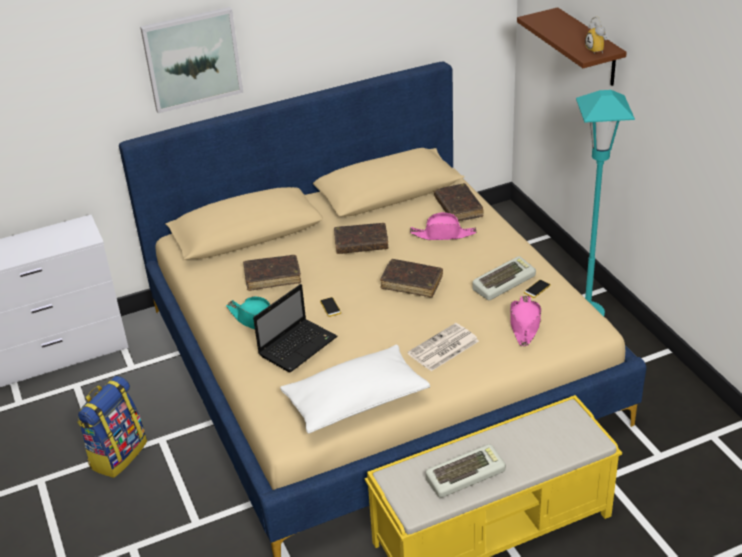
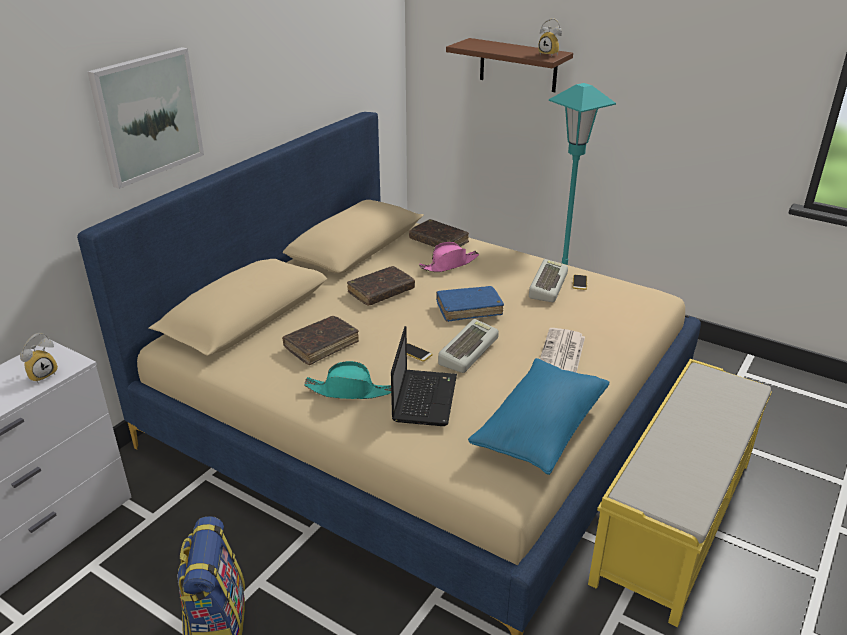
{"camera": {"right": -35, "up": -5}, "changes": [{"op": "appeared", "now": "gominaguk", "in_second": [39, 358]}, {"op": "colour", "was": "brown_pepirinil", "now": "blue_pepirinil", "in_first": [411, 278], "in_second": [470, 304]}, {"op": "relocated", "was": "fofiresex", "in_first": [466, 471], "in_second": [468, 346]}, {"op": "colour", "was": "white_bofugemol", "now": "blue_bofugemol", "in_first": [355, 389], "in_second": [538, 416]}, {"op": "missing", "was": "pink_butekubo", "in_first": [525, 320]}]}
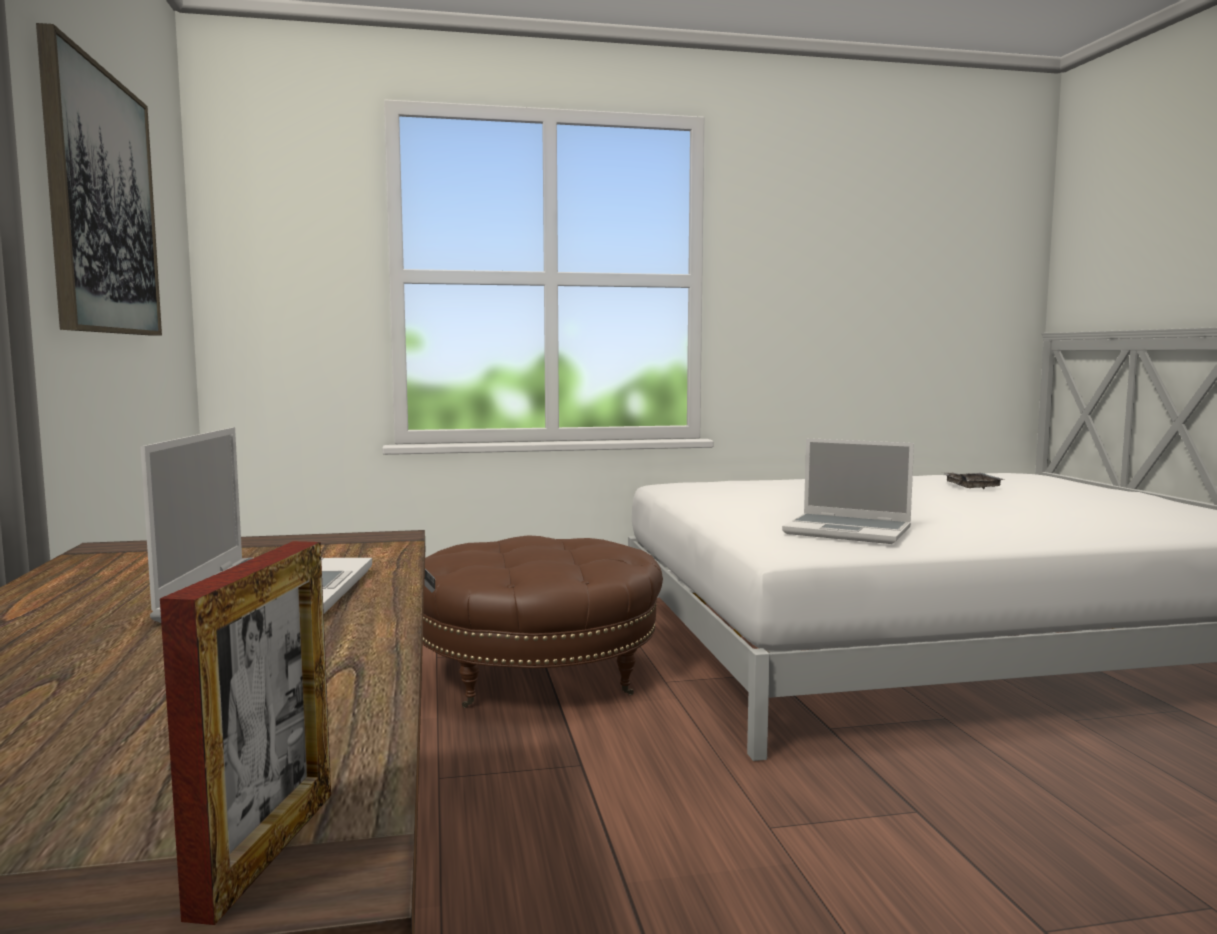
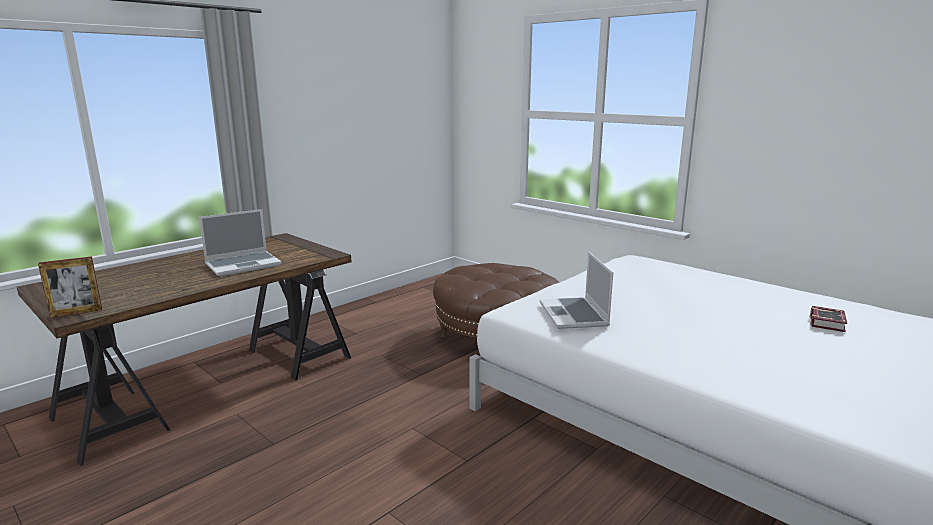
{"camera": {"right": 55, "up": 10}, "changes": [{"op": "exchanged", "was": "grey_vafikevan", "now": "pepirinil", "in_first": [974, 480], "in_second": [828, 319]}, {"op": "missing", "was": "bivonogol", "in_first": [99, 179]}]}
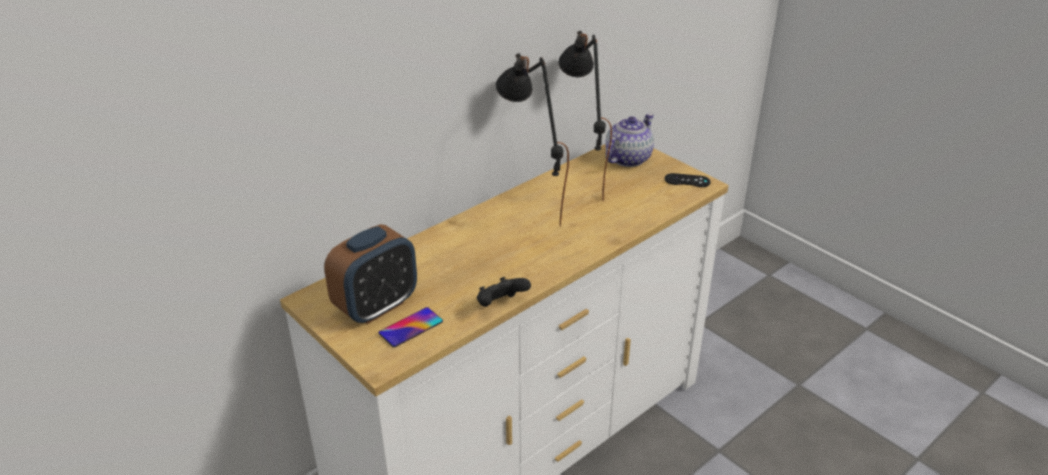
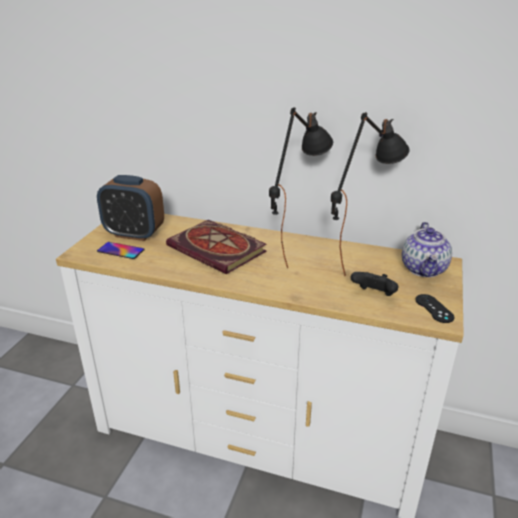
{"camera": {"right": 60, "up": -5}, "changes": [{"op": "appeared", "now": "pepirinil", "in_second": [216, 247]}, {"op": "relocated", "was": "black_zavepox", "in_first": [504, 292], "in_second": [374, 284]}, {"op": "spun", "was": "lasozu", "in_first": [629, 140], "in_second": [427, 249], "clockwise": 90}]}
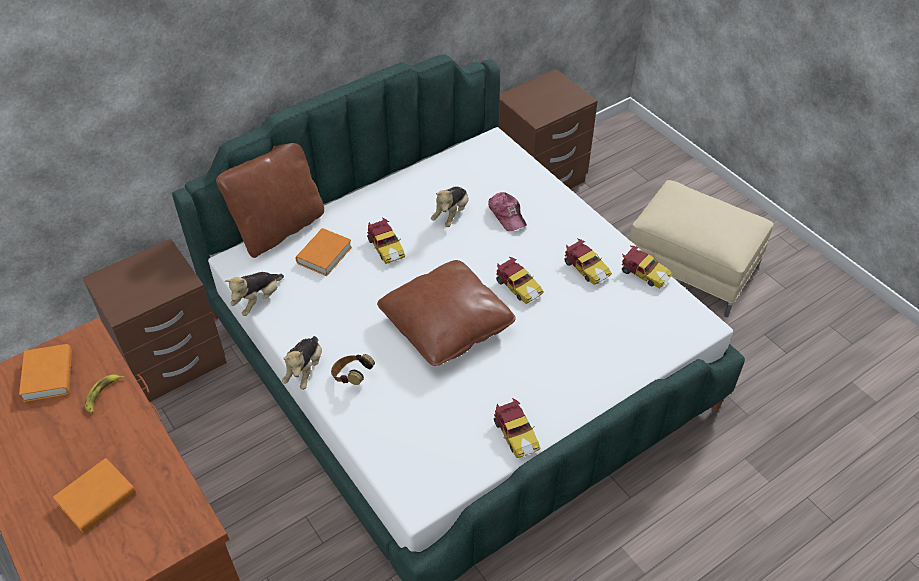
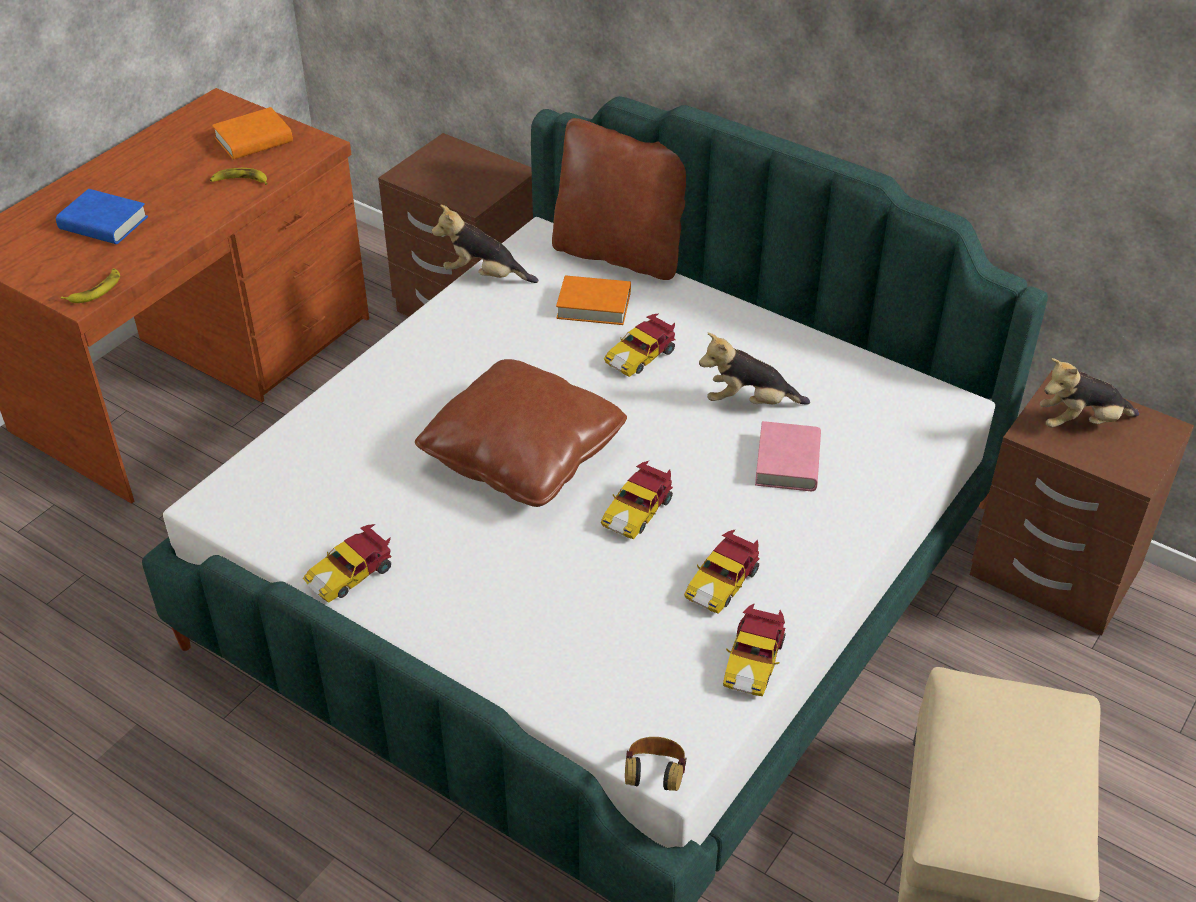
{"camera": {"right": 70, "up": -5}, "changes": [{"op": "colour", "was": "orange_pepirinil", "now": "blue_pepirinil", "in_first": [94, 495], "in_second": [102, 216]}, {"op": "appeared", "now": "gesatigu", "in_second": [90, 285]}, {"op": "relocated", "was": "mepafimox", "in_first": [353, 369], "in_second": [655, 764]}, {"op": "exchanged", "was": "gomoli", "now": "pink_pepirinil", "in_first": [507, 211], "in_second": [788, 456]}, {"op": "relocated", "was": "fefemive", "in_first": [302, 363], "in_second": [1089, 393]}]}
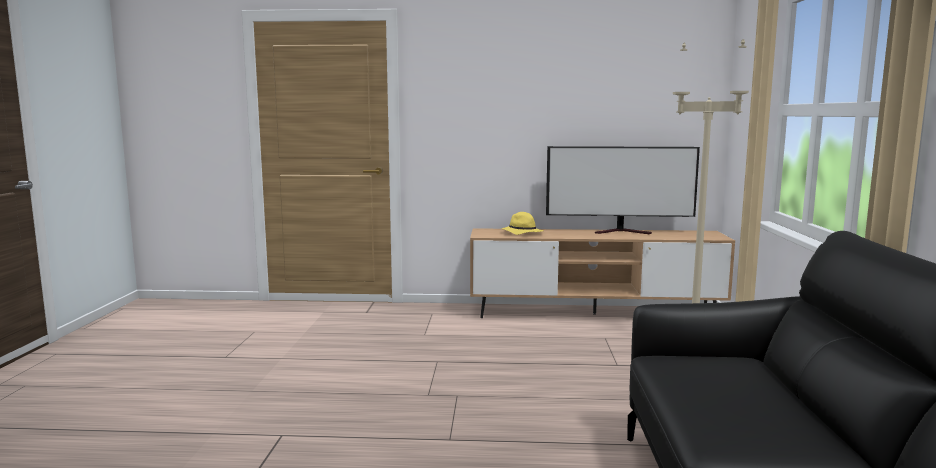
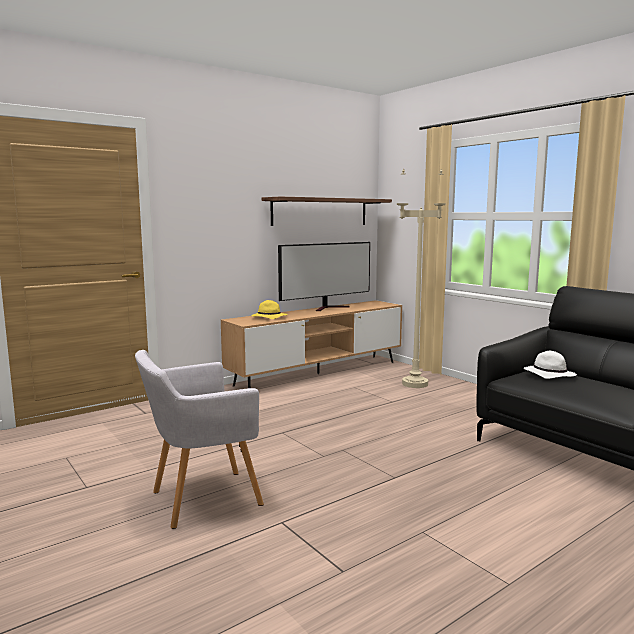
{"camera": {"right": -40, "up": 0}, "changes": [{"op": "appeared", "now": "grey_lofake", "in_second": [199, 439]}, {"op": "appeared", "now": "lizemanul", "in_second": [327, 211]}, {"op": "appeared", "now": "white_butekubo", "in_second": [550, 365]}]}
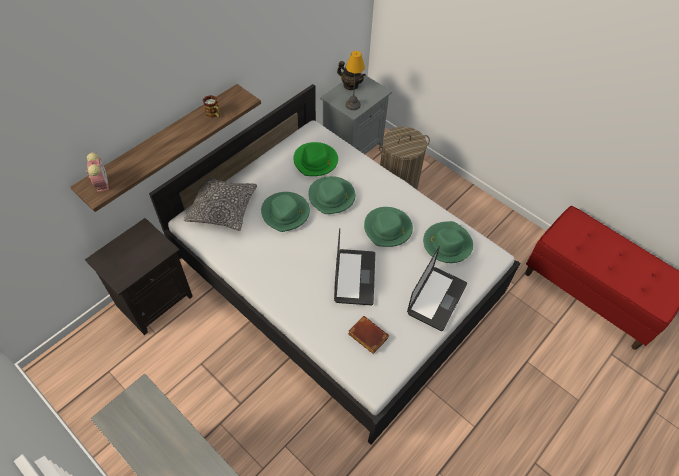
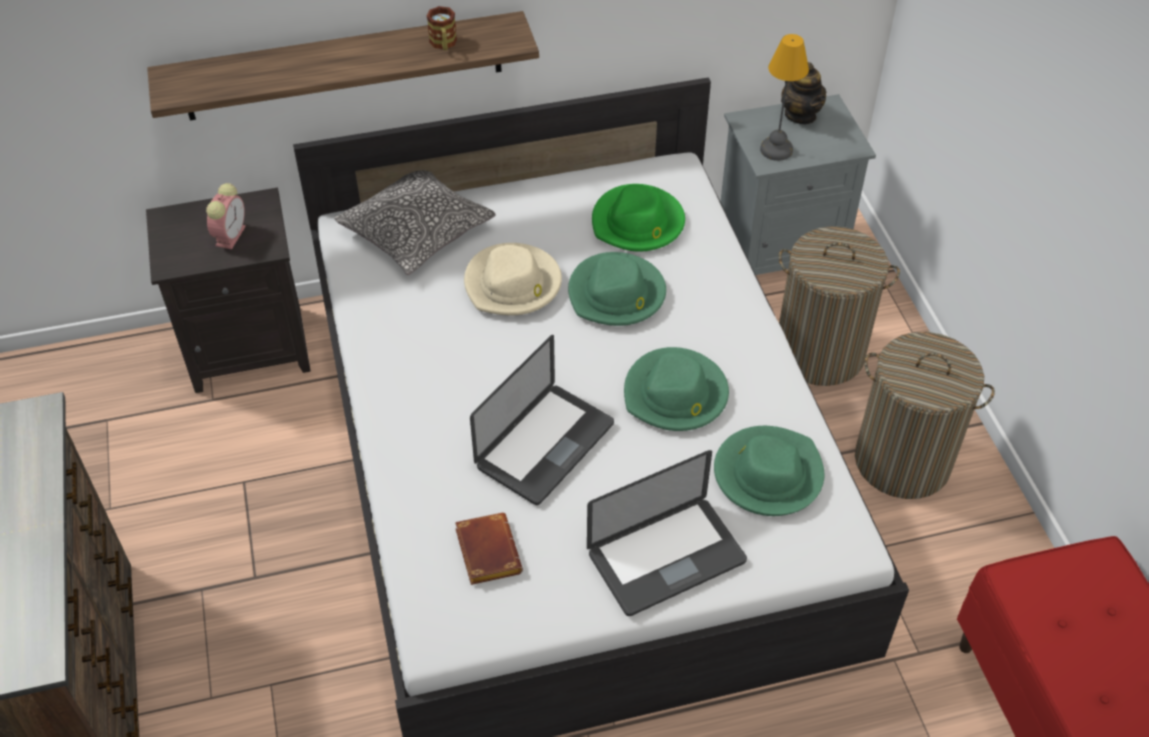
{"camera": {"right": 35, "up": -5}, "changes": [{"op": "relocated", "was": "gominaguk", "in_first": [97, 173], "in_second": [226, 216]}, {"op": "colour", "was": "green_butekubo", "now": "beige_butekubo", "in_first": [285, 212], "in_second": [513, 279]}, {"op": "appeared", "now": "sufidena", "in_second": [925, 415]}]}
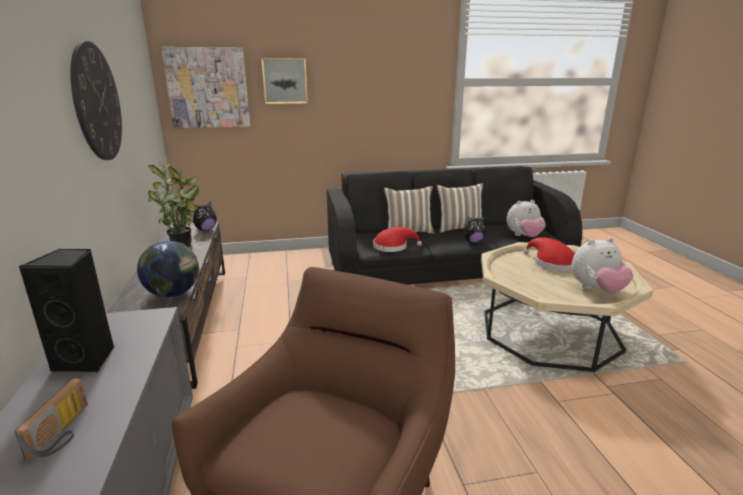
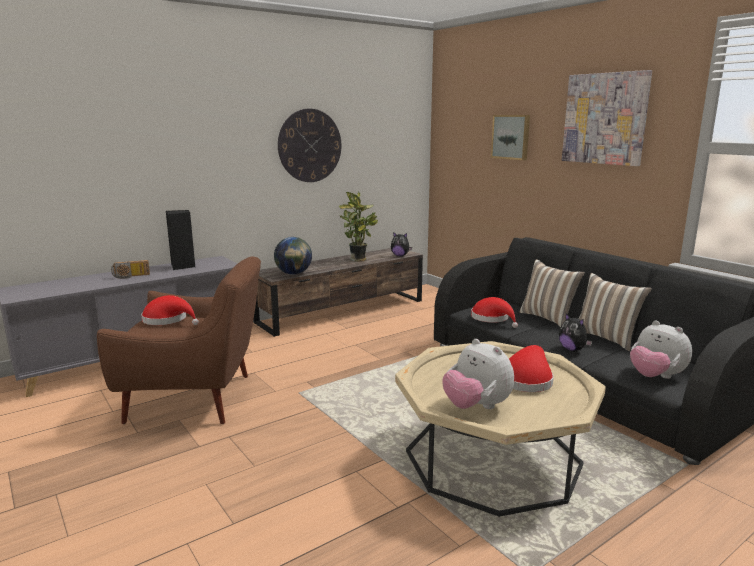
{"camera": {"right": 65, "up": -5}, "changes": [{"op": "appeared", "now": "red_butekubo", "in_second": [170, 310]}, {"op": "relocated", "was": "bivonogol", "in_first": [205, 87], "in_second": [607, 118]}]}
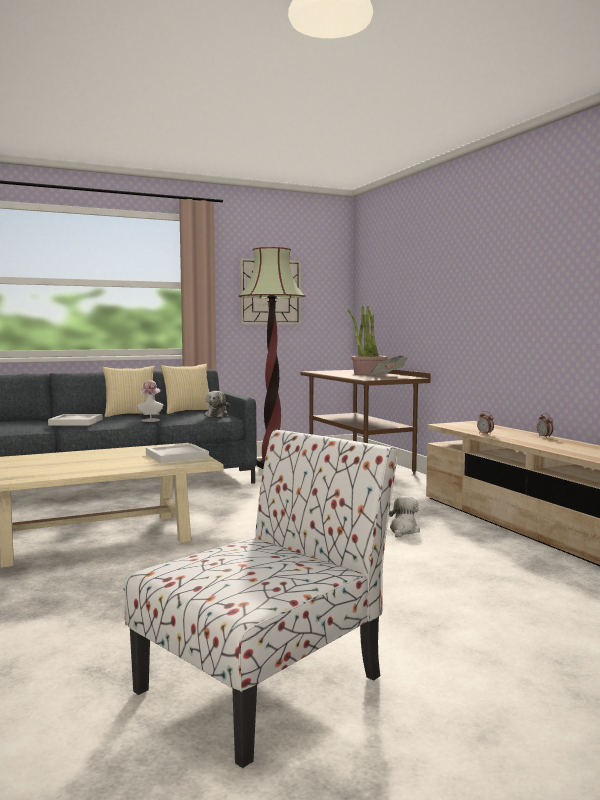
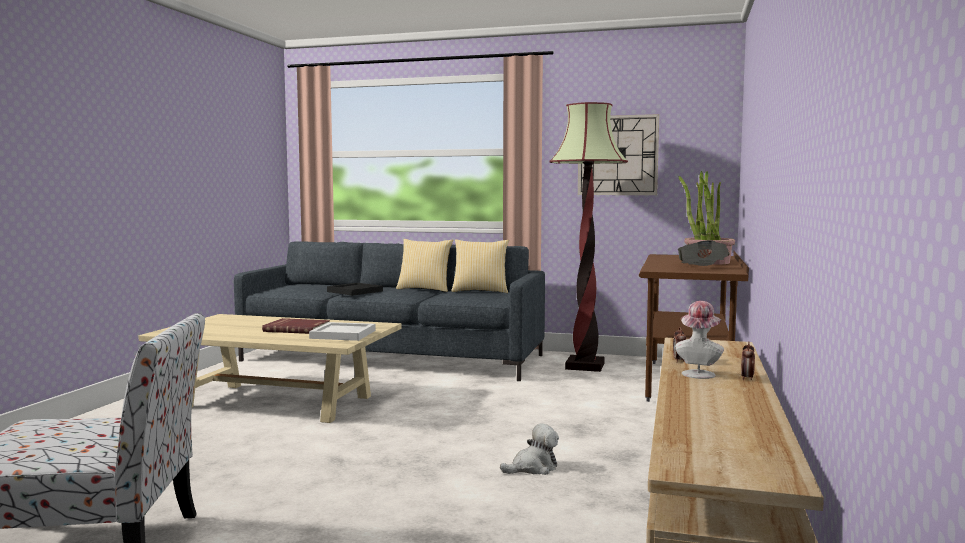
{"camera": {"right": 40, "up": 0}, "changes": [{"op": "appeared", "now": "red_pepirinil", "in_second": [296, 326]}, {"op": "colour", "was": "white_vafikevan", "now": "black_vafikevan", "in_first": [75, 419], "in_second": [355, 289]}, {"op": "relocated", "was": "butekubo", "in_first": [150, 401], "in_second": [699, 340]}, {"op": "missing", "was": "fefemive", "in_first": [217, 404]}]}
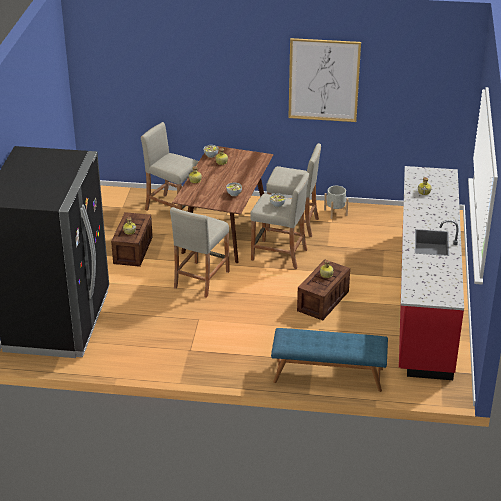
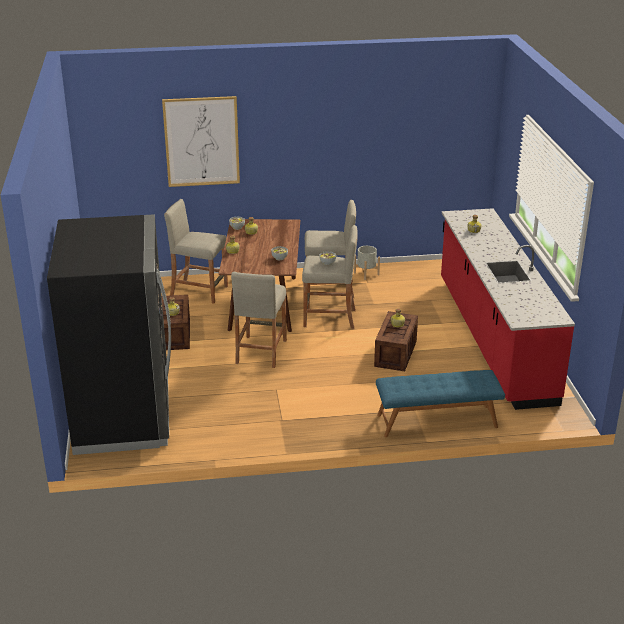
{"camera": {"right": -15, "up": -5}, "changes": [{"op": "relocated", "was": "bivonogol", "in_first": [324, 80], "in_second": [201, 141]}]}
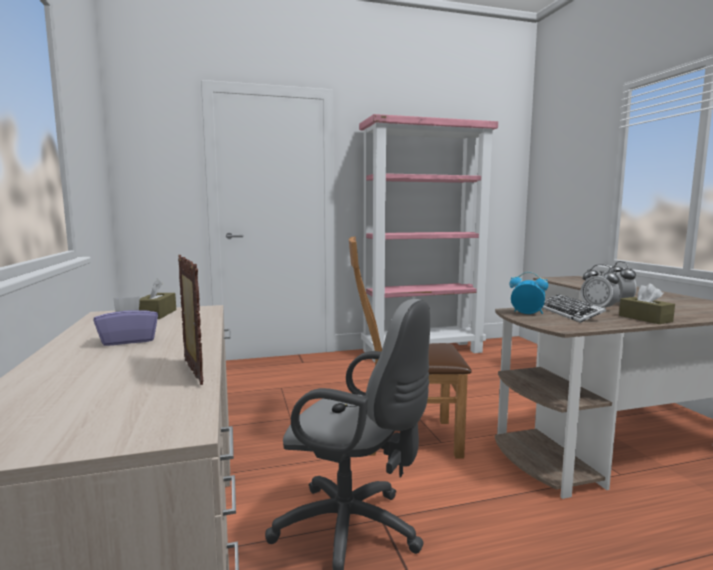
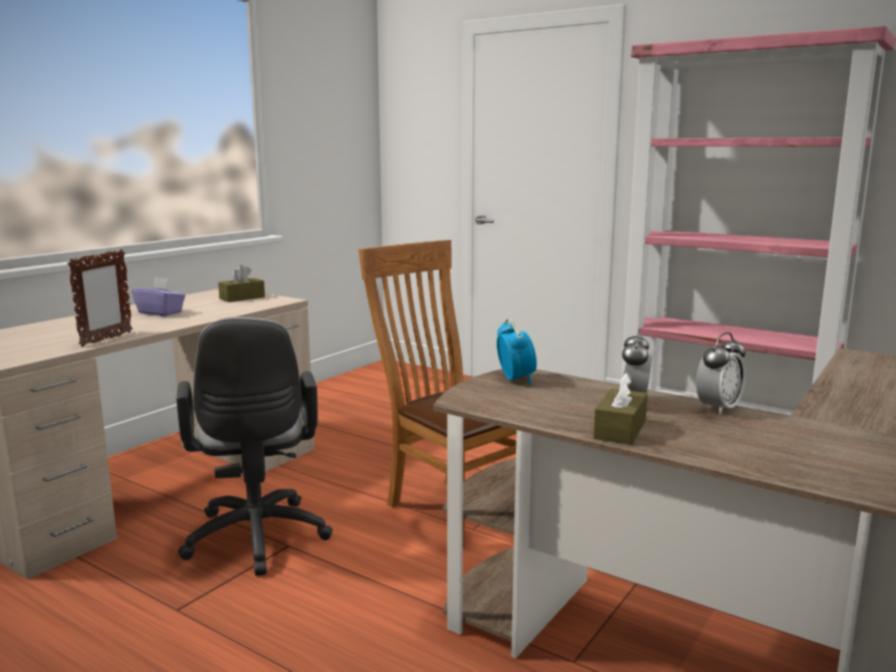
{"camera": {"right": 50, "up": 5}, "changes": [{"op": "missing", "was": "fofiresex", "in_first": [574, 308]}]}
